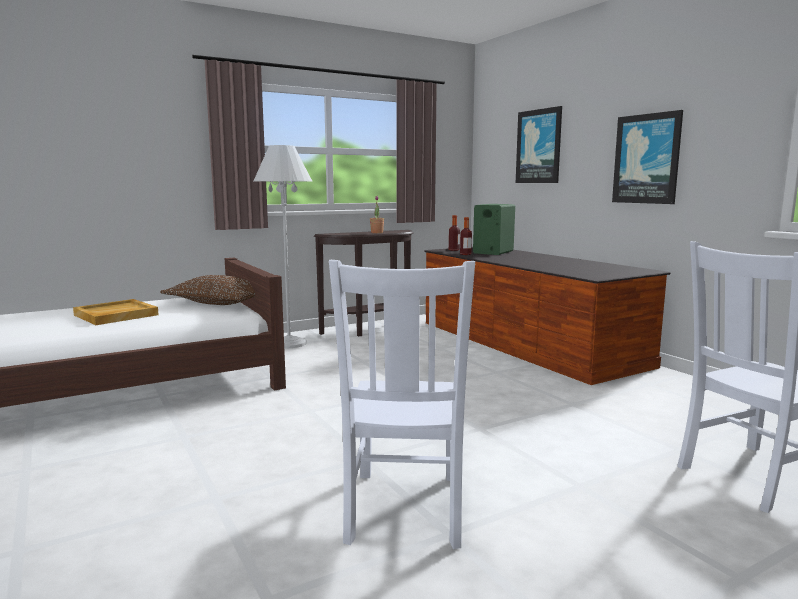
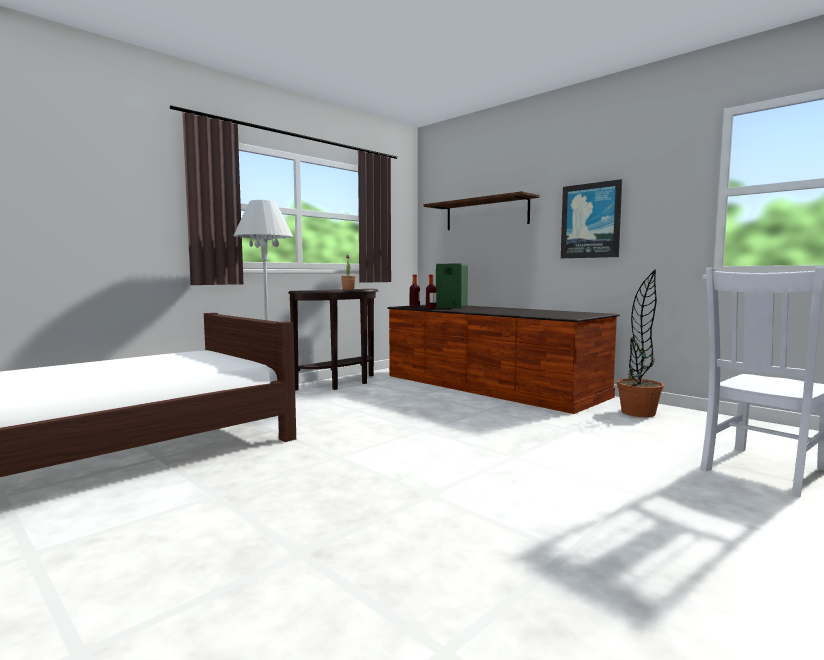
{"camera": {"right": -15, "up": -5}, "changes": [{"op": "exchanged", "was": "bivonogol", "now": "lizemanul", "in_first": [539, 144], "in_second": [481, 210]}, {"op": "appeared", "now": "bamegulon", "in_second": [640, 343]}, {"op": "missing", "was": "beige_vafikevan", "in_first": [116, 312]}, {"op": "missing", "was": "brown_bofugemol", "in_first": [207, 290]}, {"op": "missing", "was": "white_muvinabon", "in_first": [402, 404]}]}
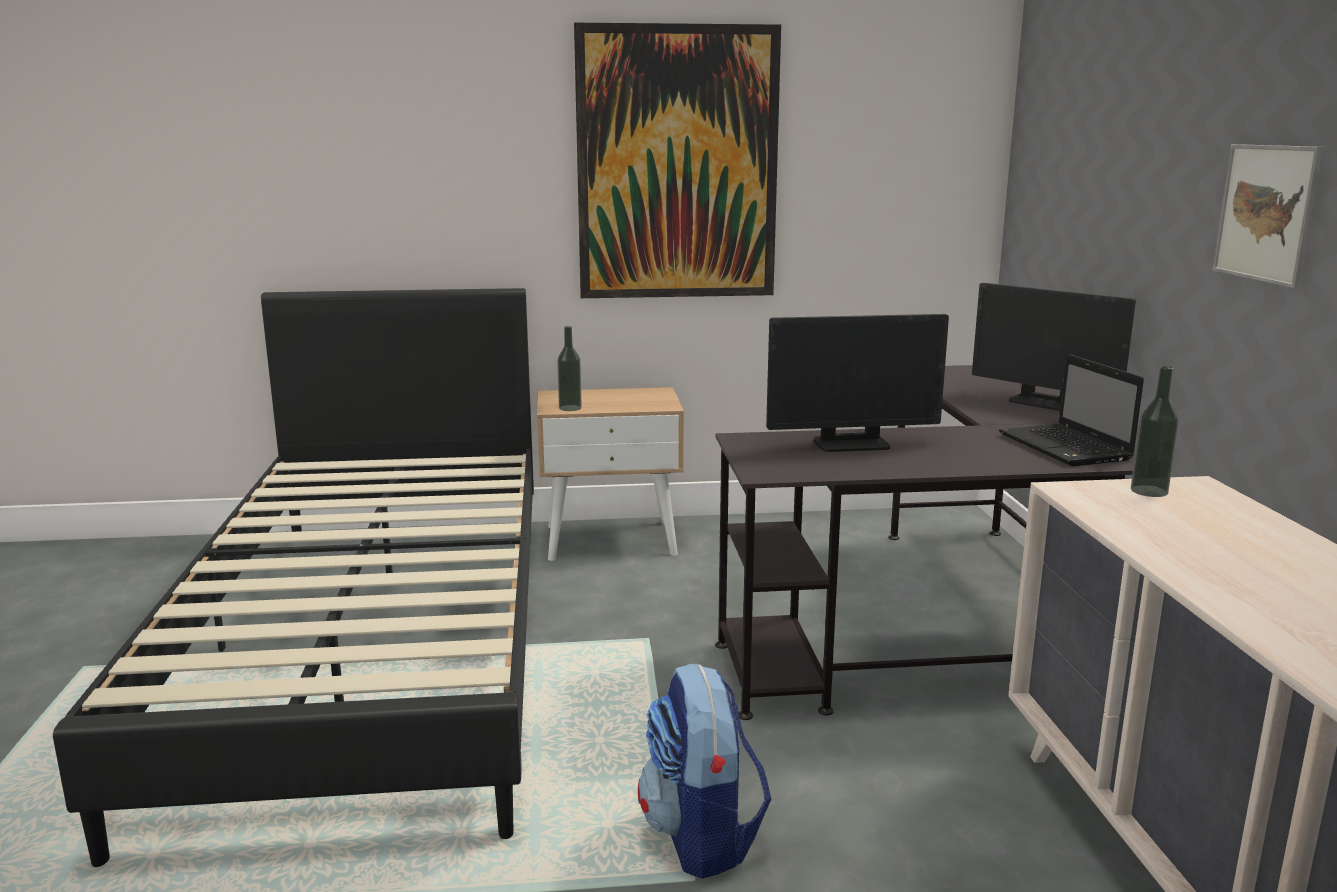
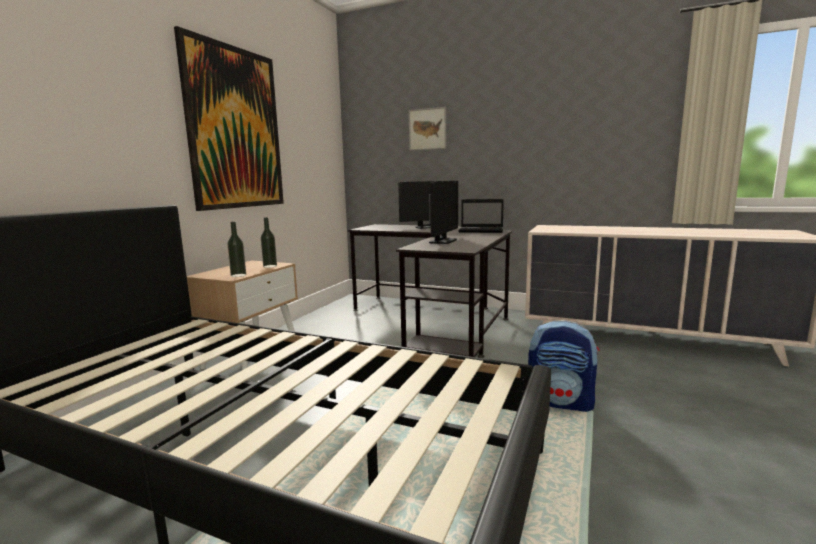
{"camera": {"right": -60, "up": -5}, "changes": [{"op": "relocated", "was": "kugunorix", "in_first": [1155, 431], "in_second": [269, 242]}, {"op": "relocated", "was": "bivonogol", "in_first": [1268, 216], "in_second": [427, 129]}]}
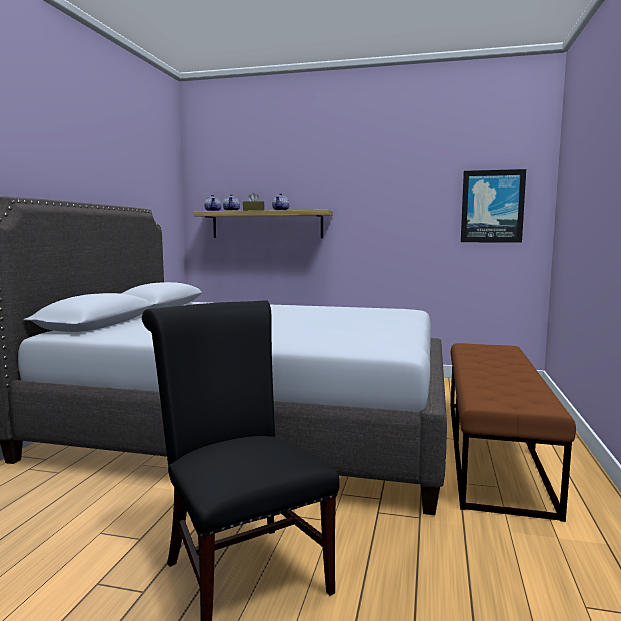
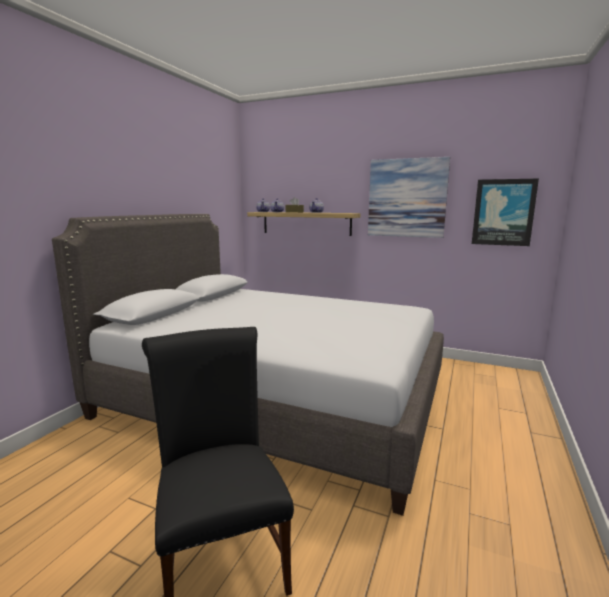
{"camera": {"right": 10, "up": 5}, "changes": [{"op": "appeared", "now": "bivonogol", "in_second": [409, 197]}, {"op": "missing", "was": "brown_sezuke", "in_first": [513, 432]}]}
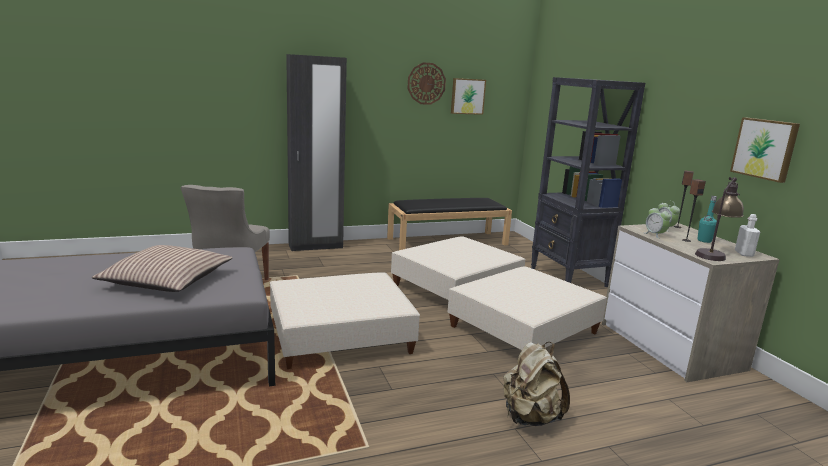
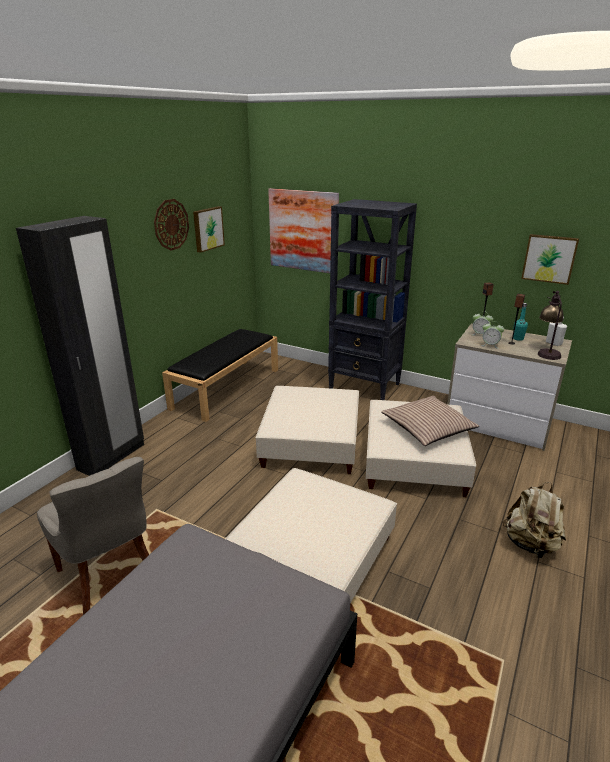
{"camera": {"right": -40, "up": 10}, "changes": [{"op": "appeared", "now": "bivonogol", "in_second": [303, 230]}, {"op": "relocated", "was": "bofugemol", "in_first": [162, 268], "in_second": [430, 421]}]}
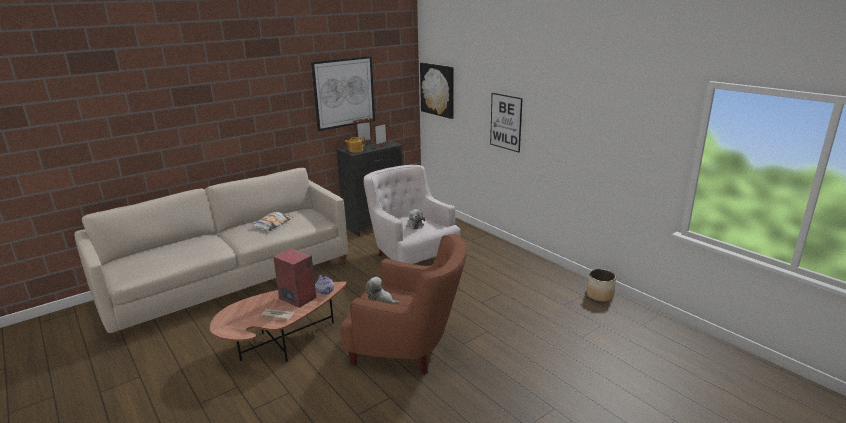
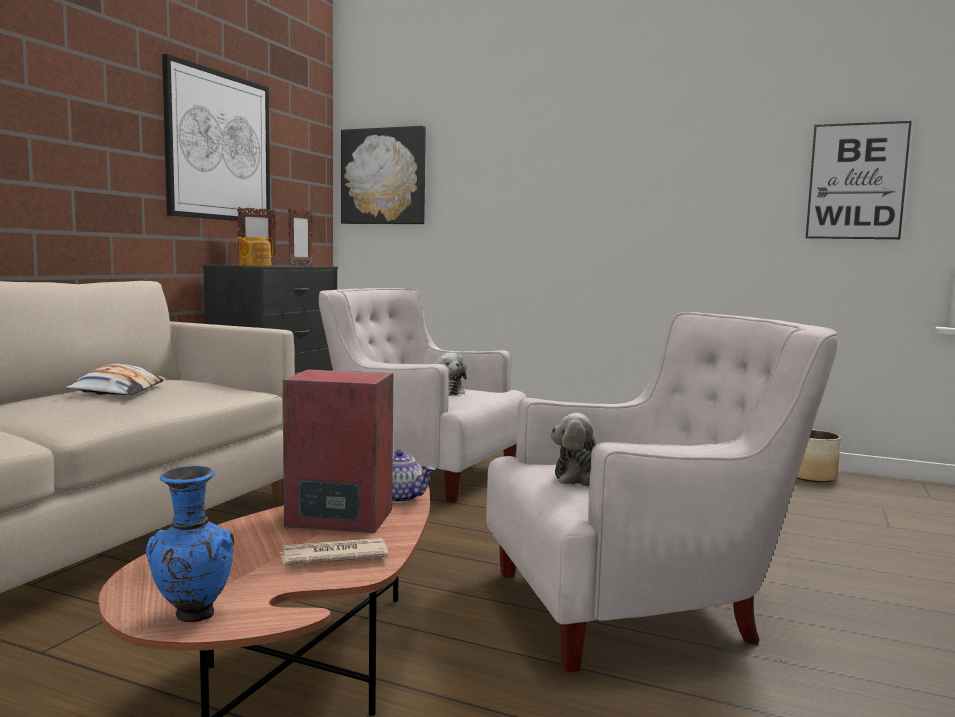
{"camera": {"right": -30, "up": -15}, "changes": [{"op": "appeared", "now": "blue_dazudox", "in_second": [190, 544]}, {"op": "colour", "was": "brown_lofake", "now": "white_lofake", "in_first": [403, 304], "in_second": [661, 492]}, {"op": "relocated", "was": "bivonogol", "in_first": [506, 123], "in_second": [859, 180]}]}
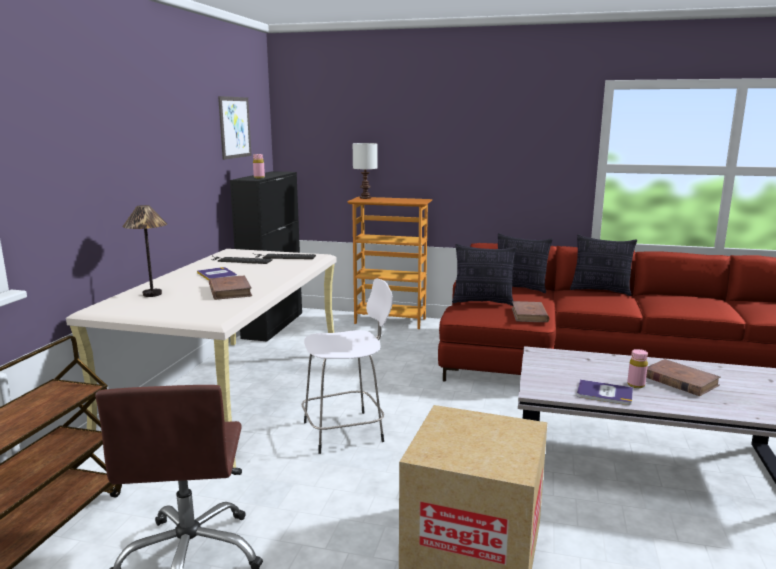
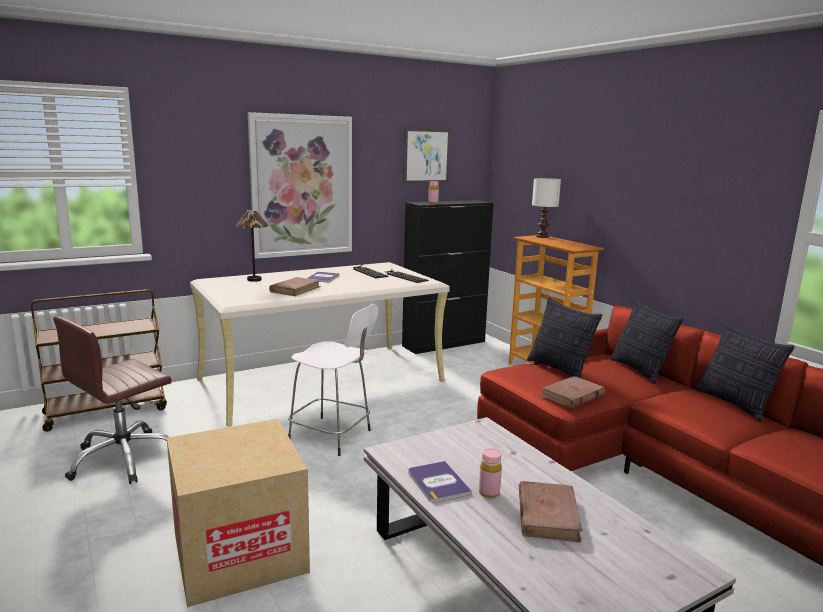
{"camera": {"right": 45, "up": 0}, "changes": [{"op": "appeared", "now": "bivonogol", "in_second": [300, 185]}]}
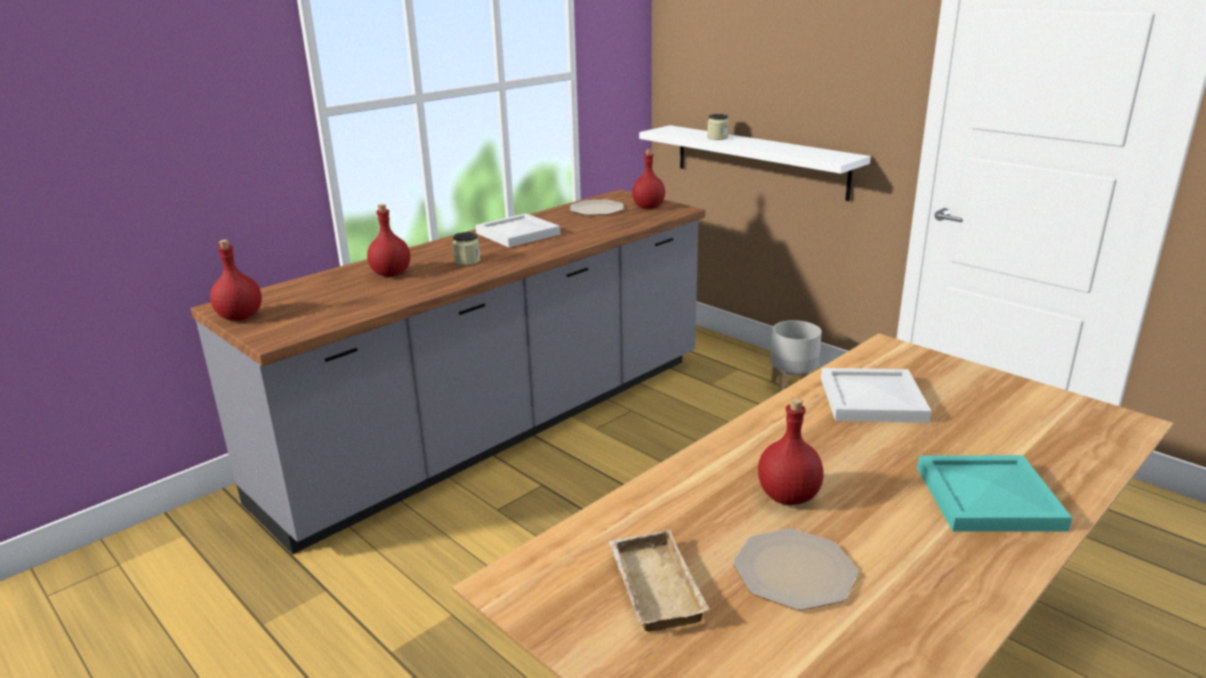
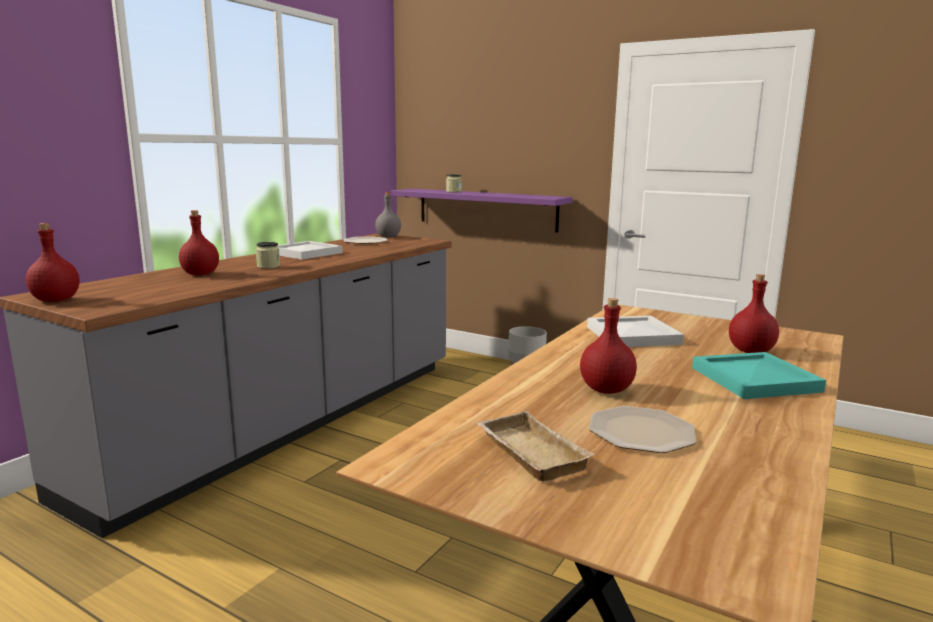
{"camera": {"right": -15, "up": -10}, "changes": [{"op": "appeared", "now": "grey_kugunorix", "in_second": [388, 214]}, {"op": "colour", "was": "white_lizemanul", "now": "purple_lizemanul", "in_first": [755, 163], "in_second": [482, 211]}, {"op": "relocated", "was": "red_kugunorix", "in_first": [648, 179], "in_second": [754, 313]}]}
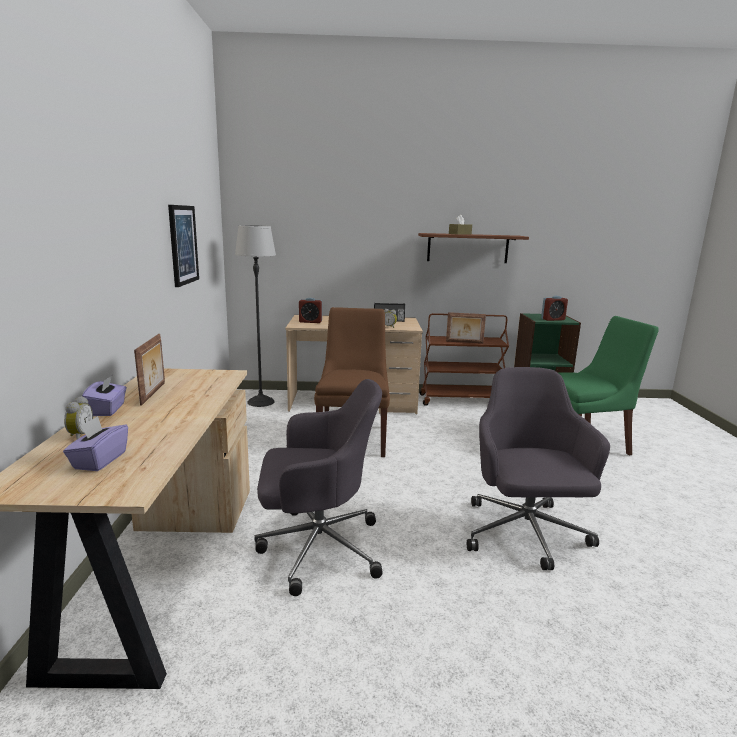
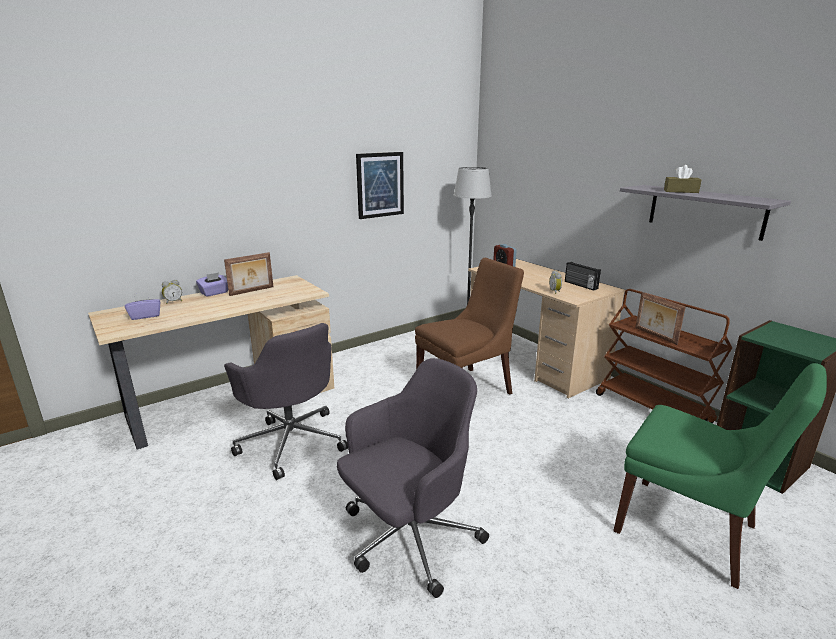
{"camera": {"right": 55, "up": 5}, "changes": [{"op": "colour", "was": "brown_lizemanul", "now": "grey_lizemanul", "in_first": [473, 248], "in_second": [705, 213]}, {"op": "missing", "was": "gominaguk", "in_first": [554, 308]}]}
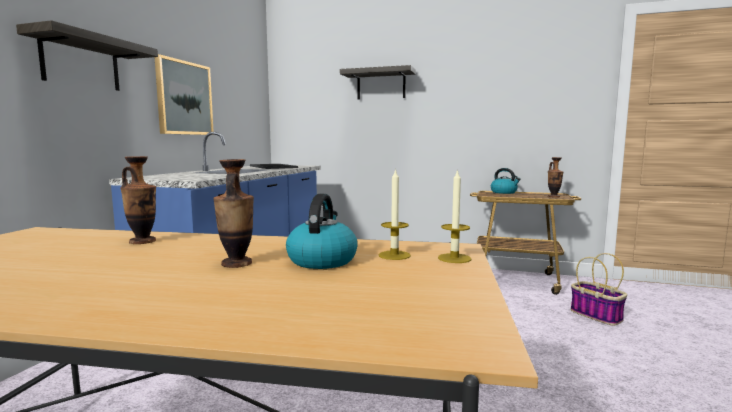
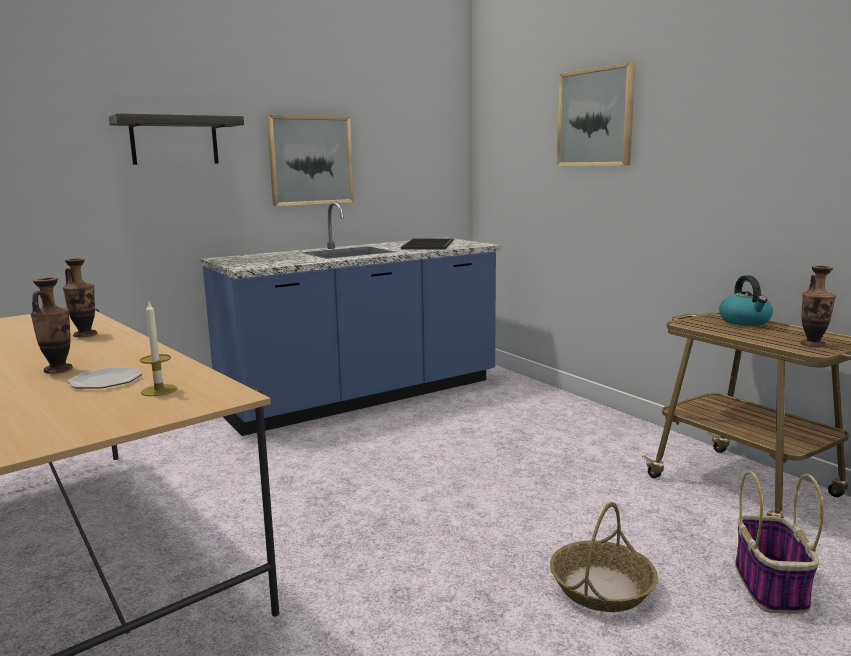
{"camera": {"right": 40, "up": 5}, "changes": [{"op": "exchanged", "was": "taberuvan", "now": "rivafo", "in_first": [322, 231], "in_second": [104, 378]}, {"op": "appeared", "now": "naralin", "in_second": [604, 557]}, {"op": "exchanged", "was": "lizemanul", "now": "bivonogol", "in_first": [378, 82], "in_second": [596, 114]}, {"op": "missing", "was": "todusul", "in_first": [454, 216]}]}
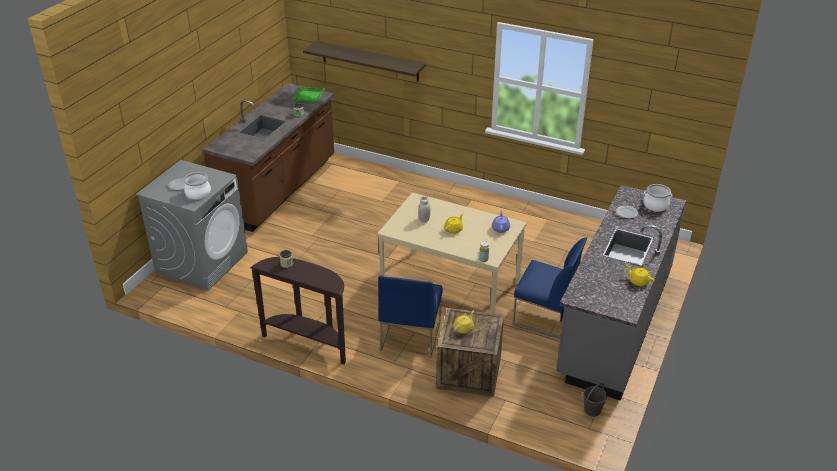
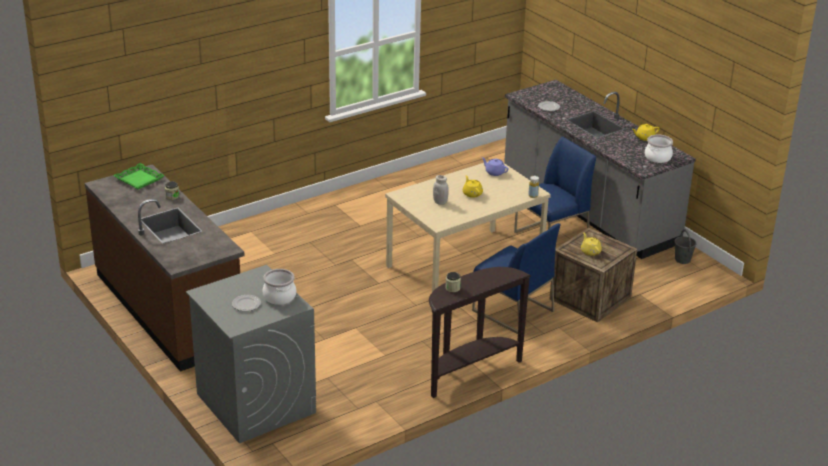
{"camera": {"right": -60, "up": -5}, "changes": [{"op": "relocated", "was": "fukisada", "in_first": [657, 198], "in_second": [659, 149]}, {"op": "missing", "was": "lizemanul", "in_first": [364, 61]}]}
